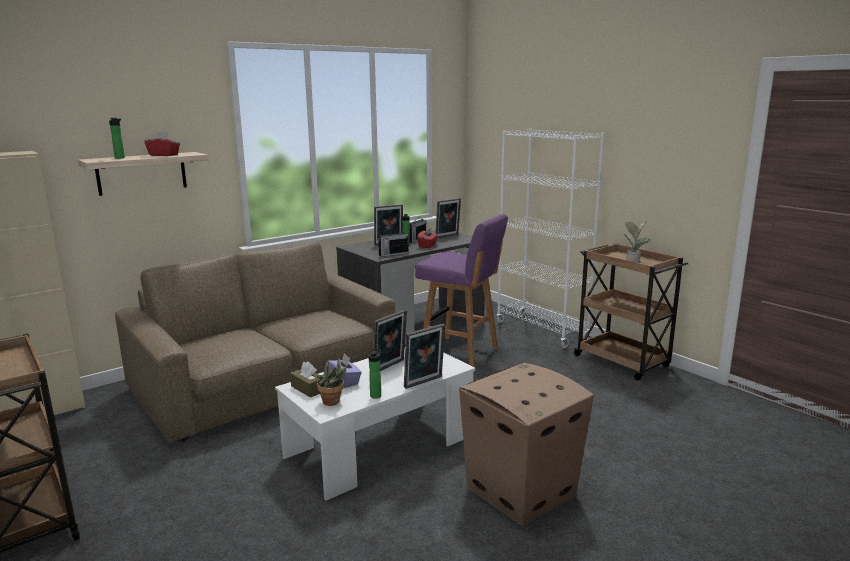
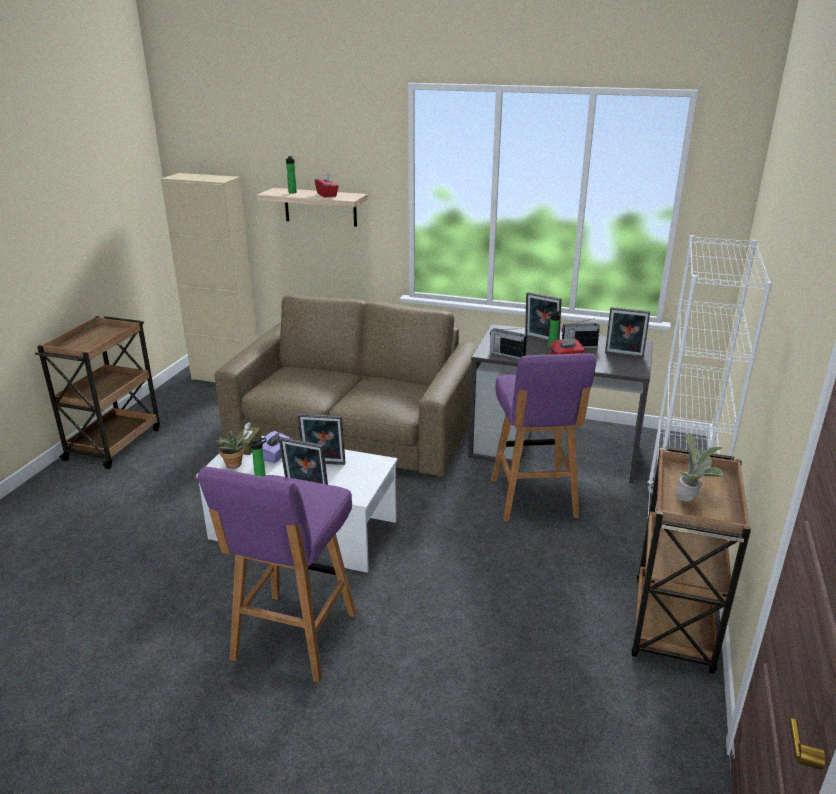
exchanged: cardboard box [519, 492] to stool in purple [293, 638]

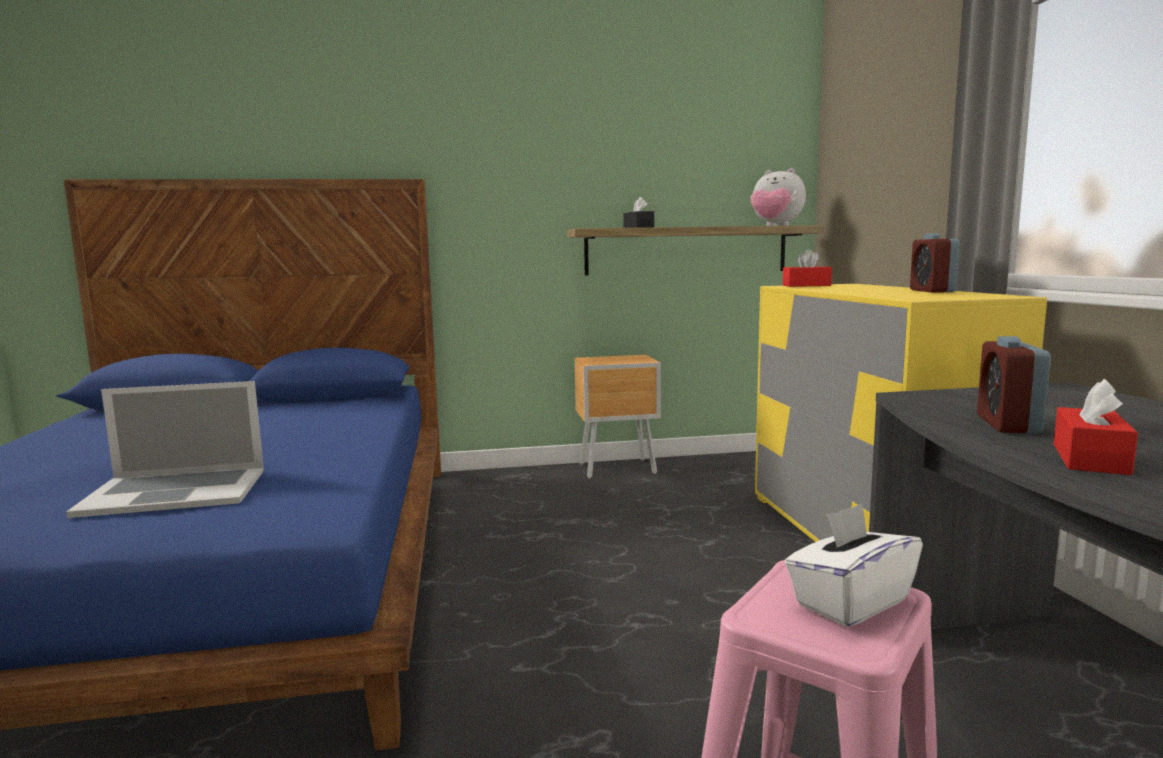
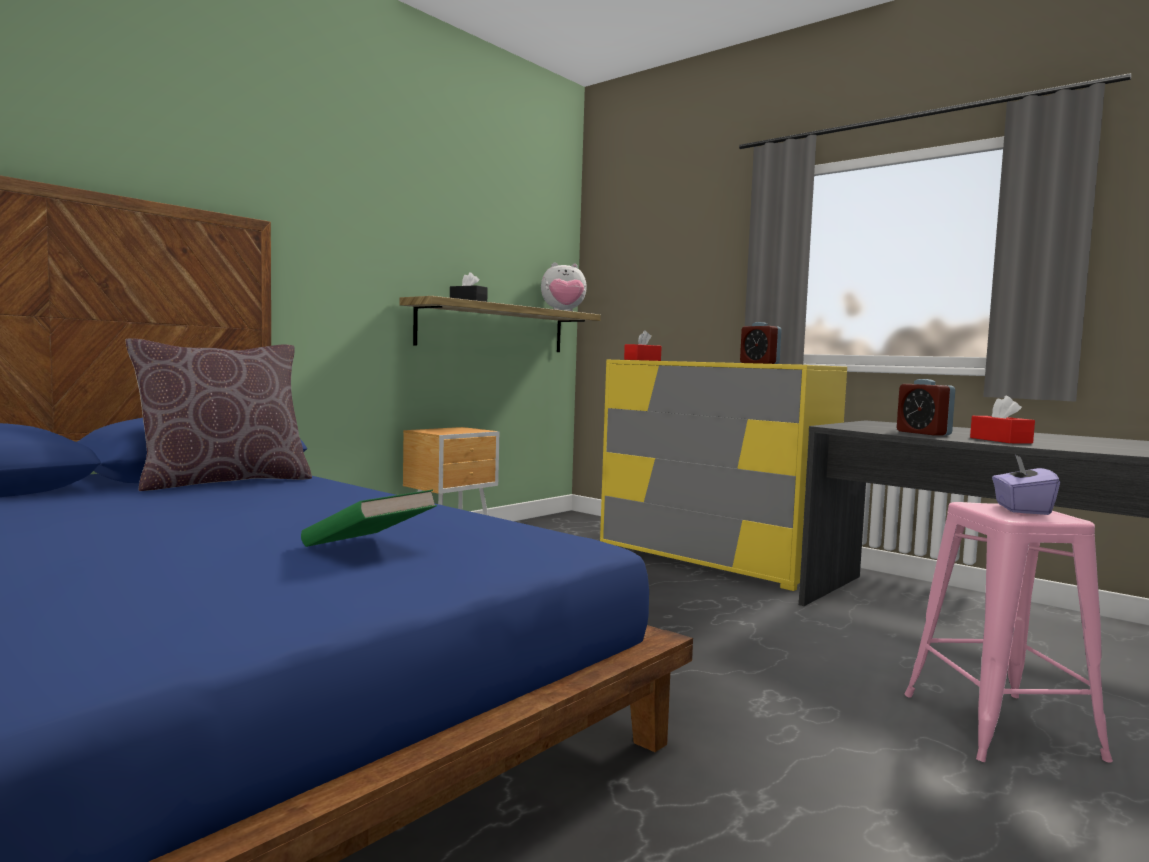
appeared: pillow in brown [224, 481]
exchanged: laptop [175, 491] to book in green [367, 548]
colour: tissue box in white [850, 602] to tissue box in purple [1021, 509]

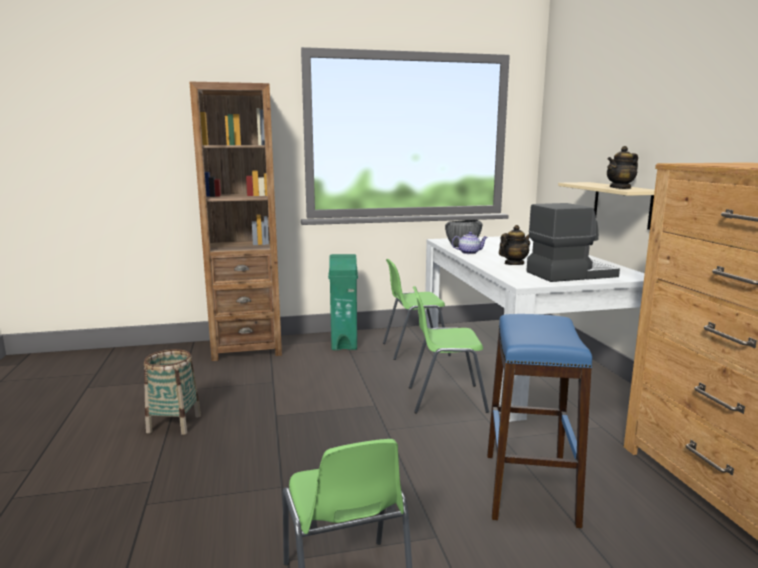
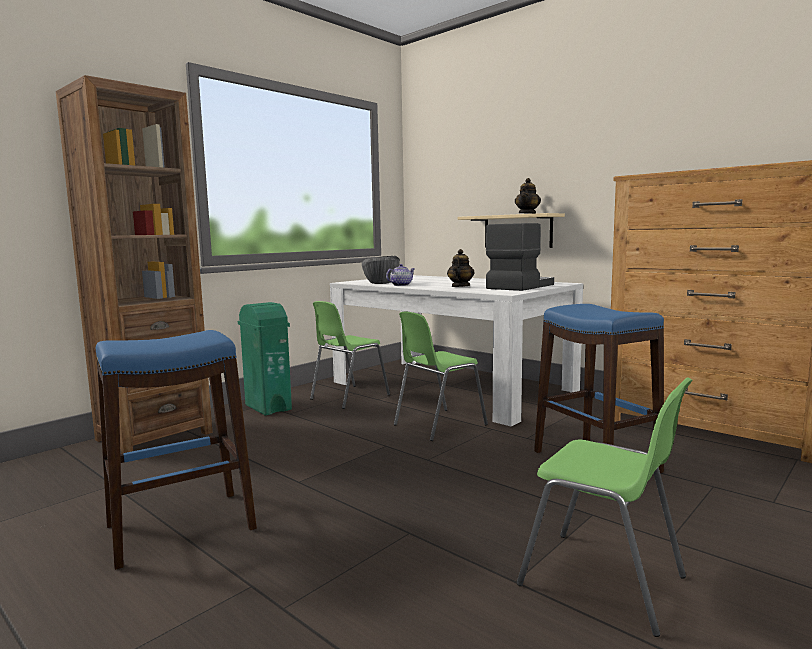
exchanged: basket [174, 423] to stool in blue [181, 527]

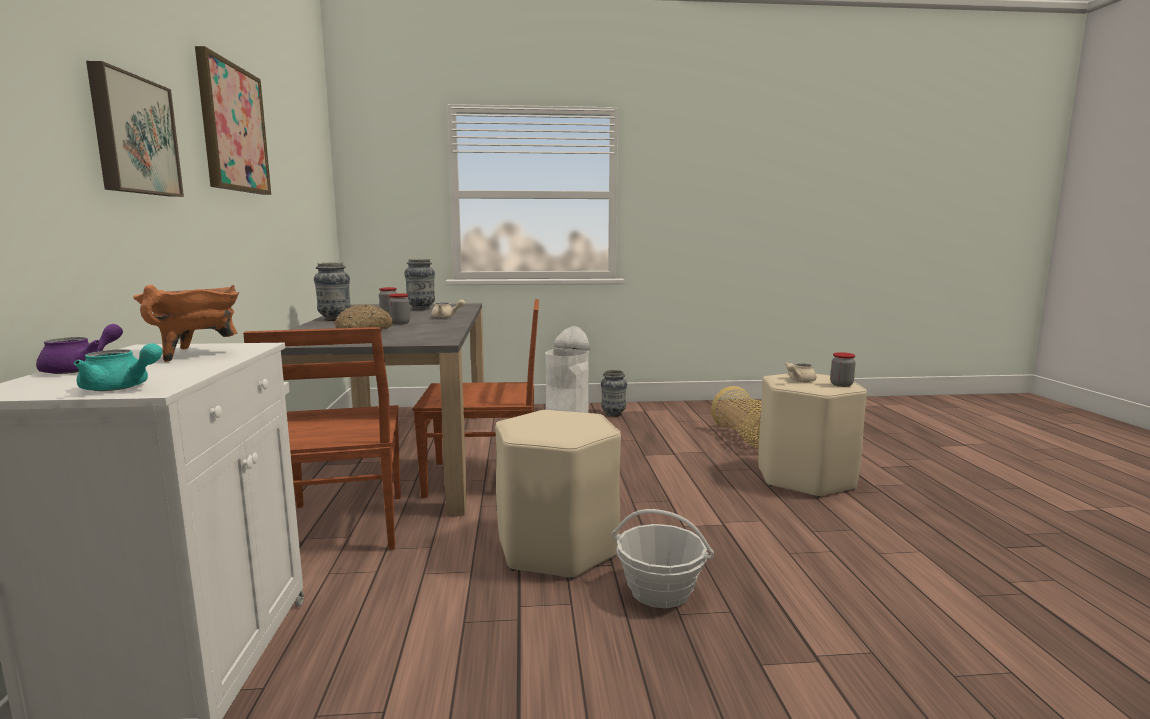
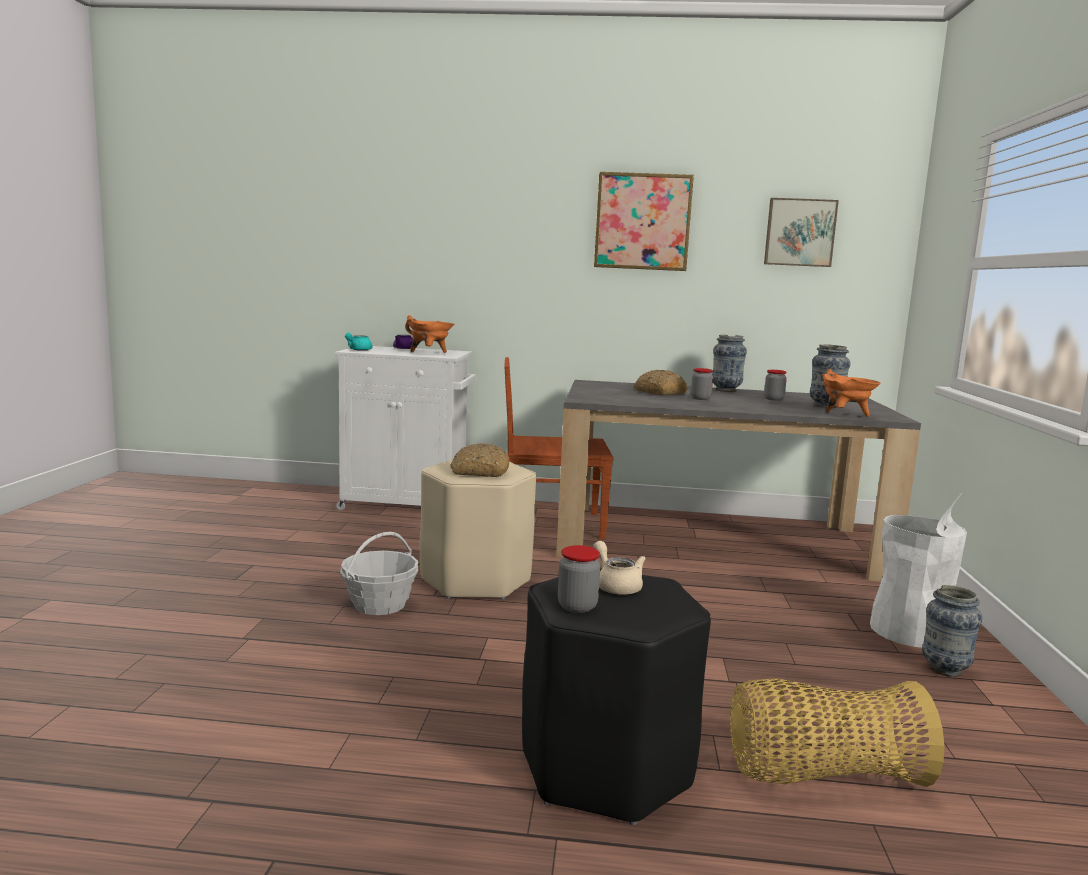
missing: chair in brown [485, 478]; teapot in beige [446, 317]
appeared: cooking pot in orange [845, 415]; bread [480, 472]
relocated: picture [132, 135] to [799, 232]
colour: stool in beige [805, 479] to stool in black [604, 768]

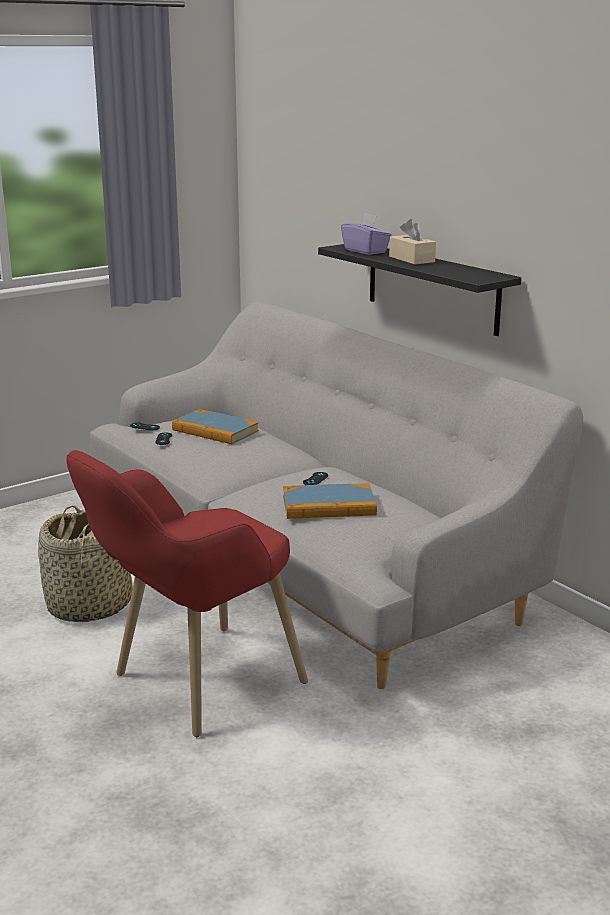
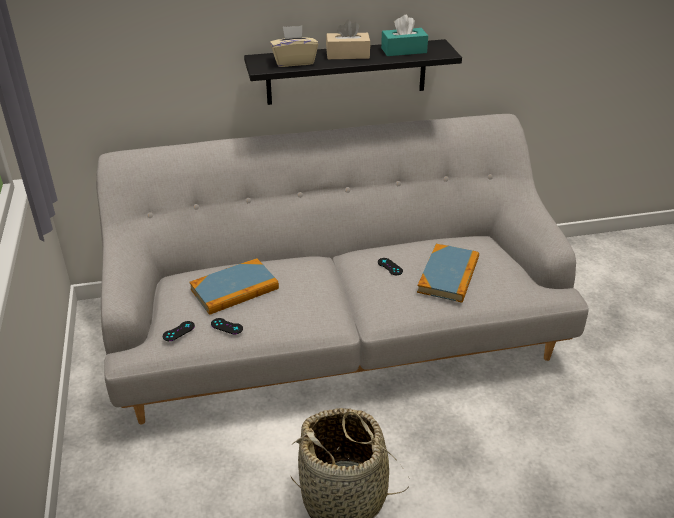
missing: armchair in red [190, 688]
appeared: tissue box in turquoise [404, 50]
colour: tissue box in purple [366, 251] to tissue box in beige [294, 62]

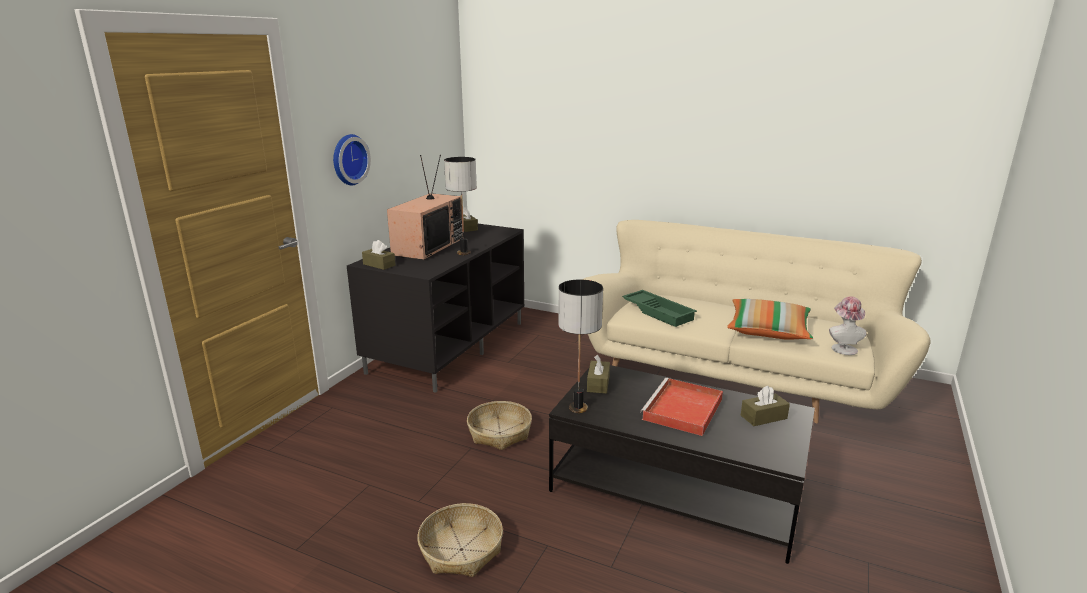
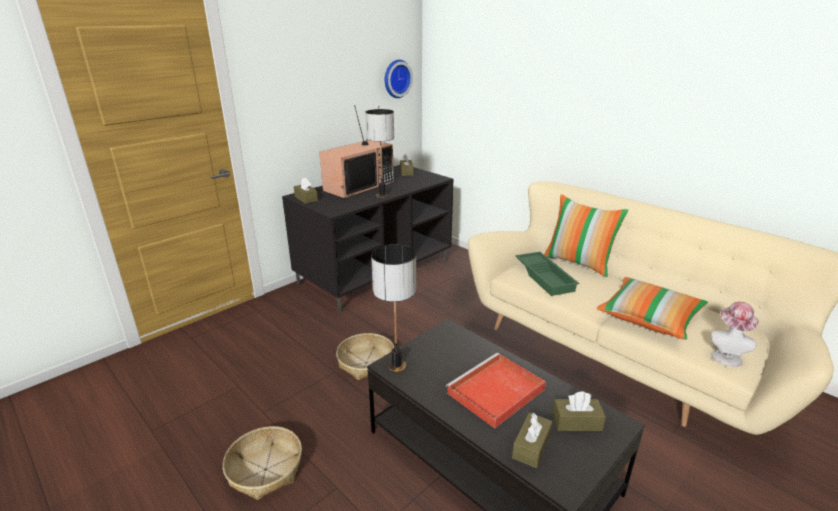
appeared: pillow [578, 263]
relocated: wall clock [348, 159] to [396, 78]; tissue box in brown [598, 383] to [531, 446]

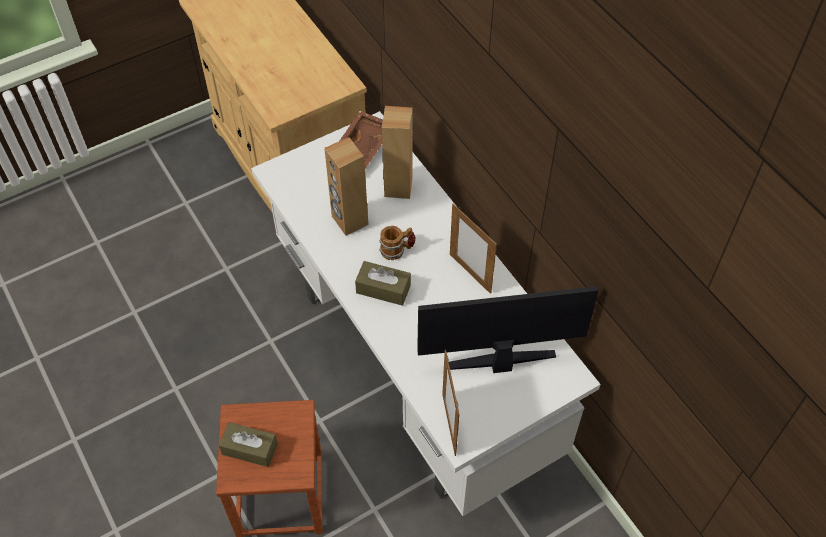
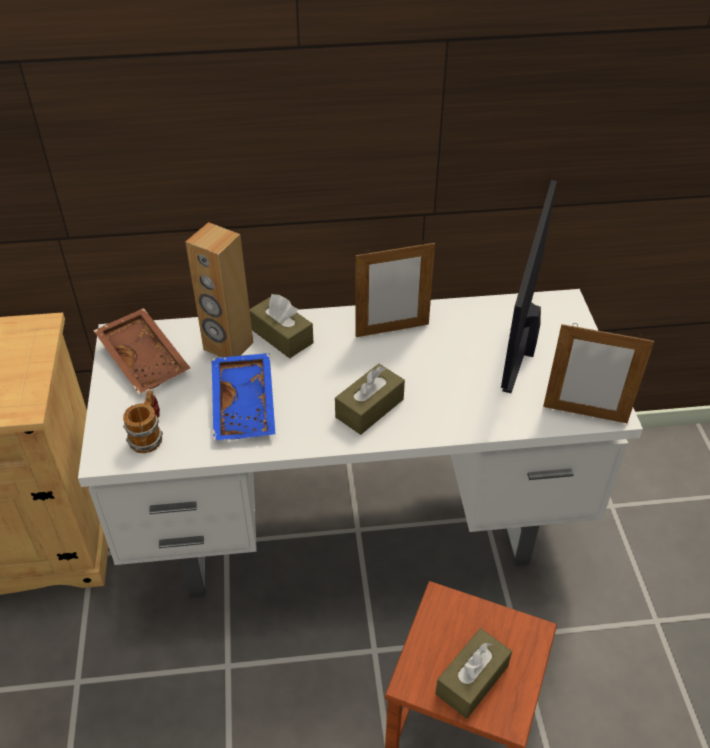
appeared: tissue box in brown [281, 336]
relocated: mug [397, 250] to [149, 435]
exchanged: speaker in brown [349, 220] to tray in blue [246, 405]

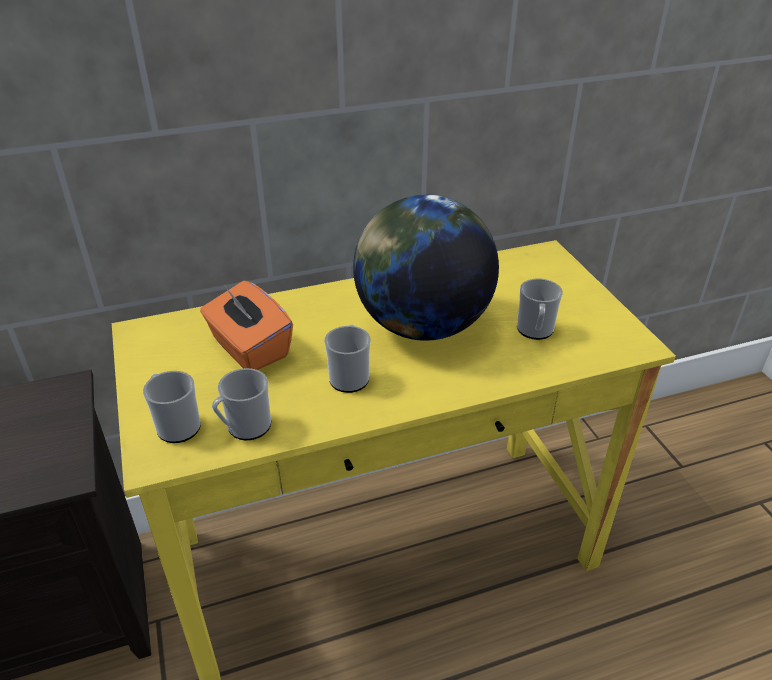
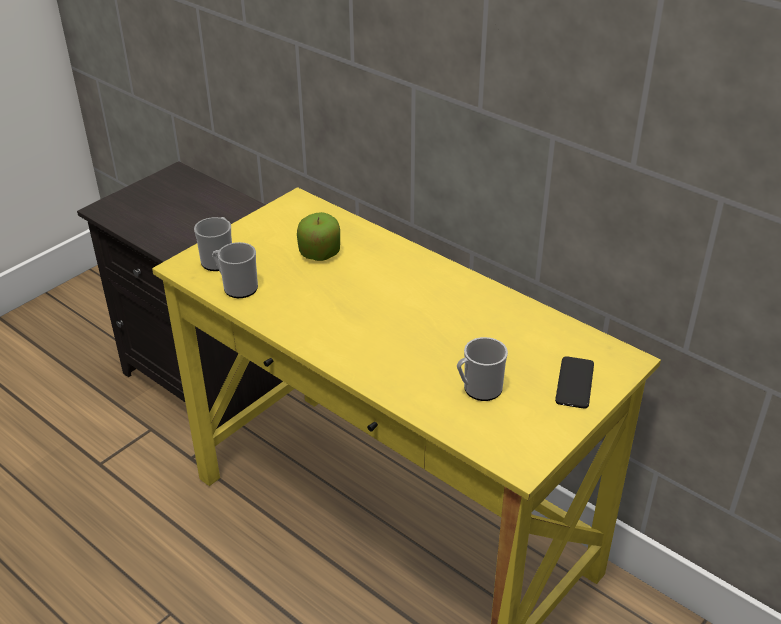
missing: globe [422, 325]; mug [349, 376]
appeared: phone [574, 383]
exchanged: tissue box in orange [249, 348] to apple [320, 253]

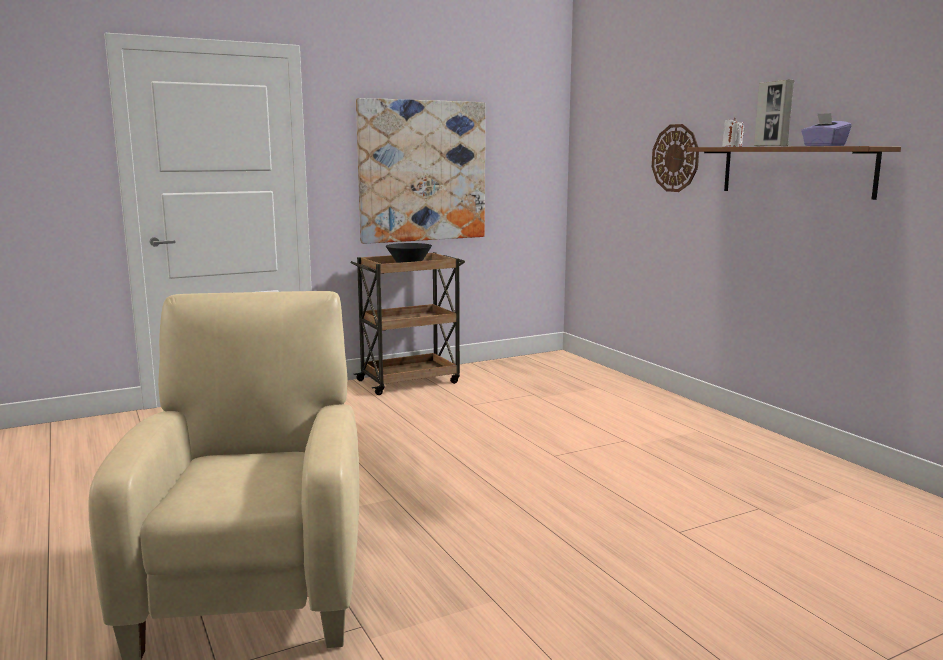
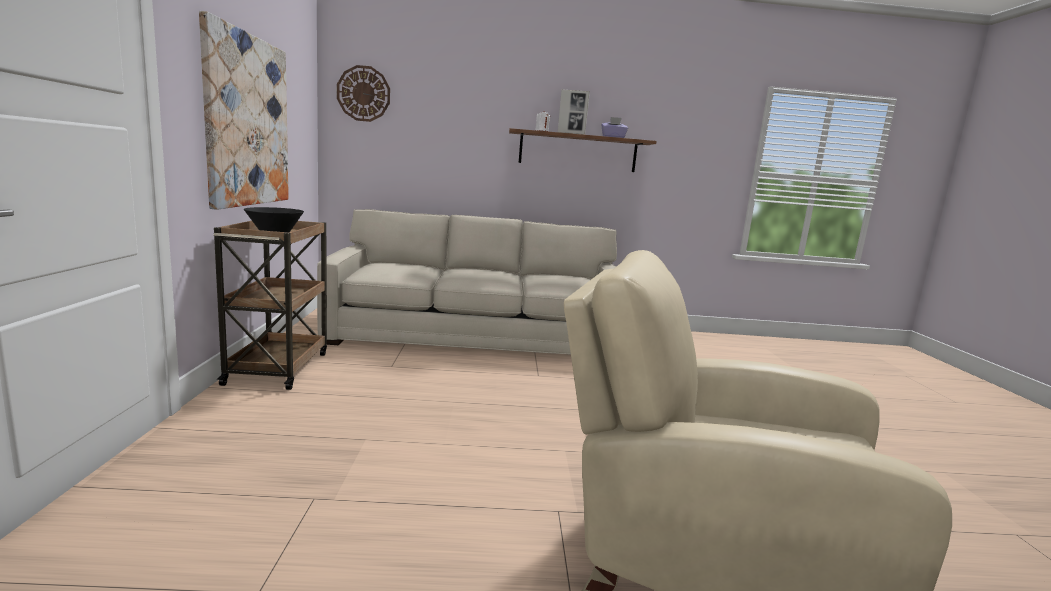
appeared: sofa in beige [478, 334]
relocated: wall clock [675, 158] to [363, 93]

